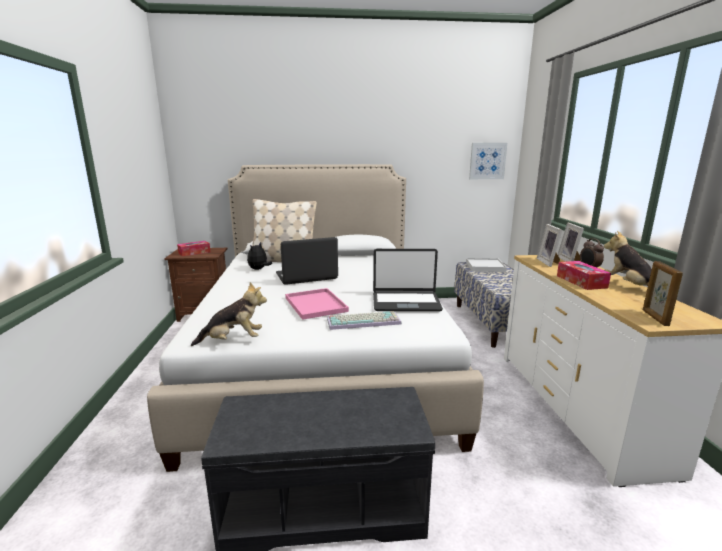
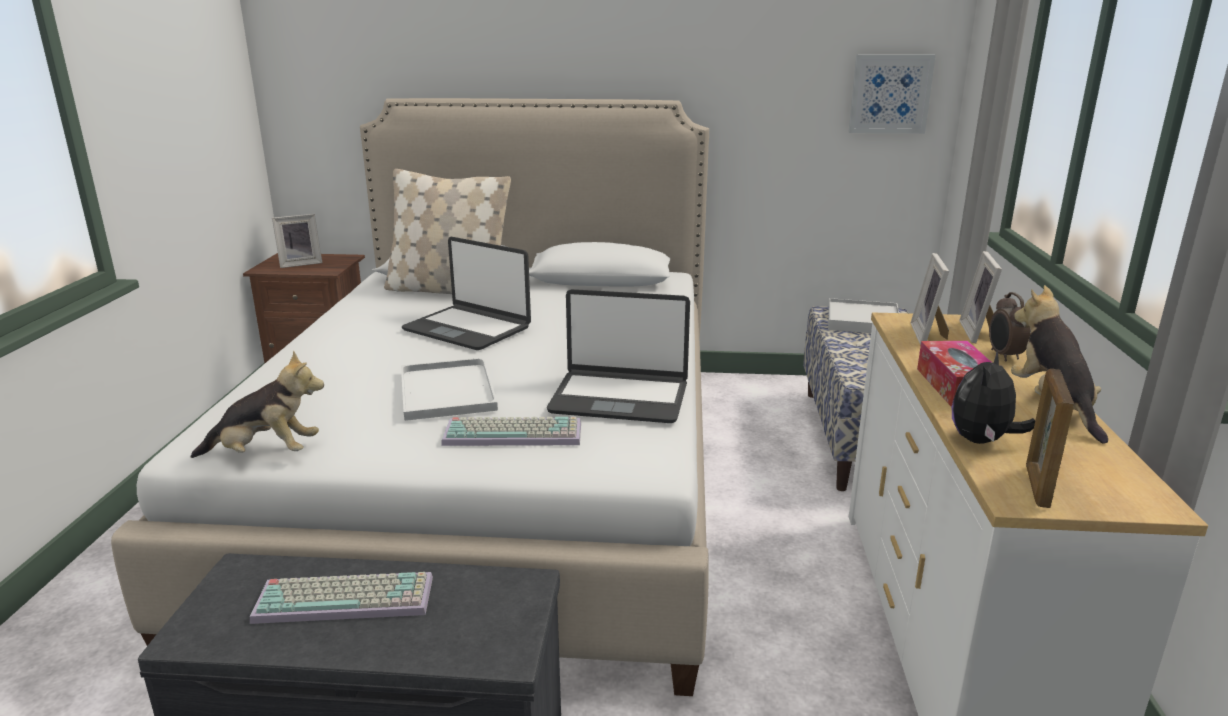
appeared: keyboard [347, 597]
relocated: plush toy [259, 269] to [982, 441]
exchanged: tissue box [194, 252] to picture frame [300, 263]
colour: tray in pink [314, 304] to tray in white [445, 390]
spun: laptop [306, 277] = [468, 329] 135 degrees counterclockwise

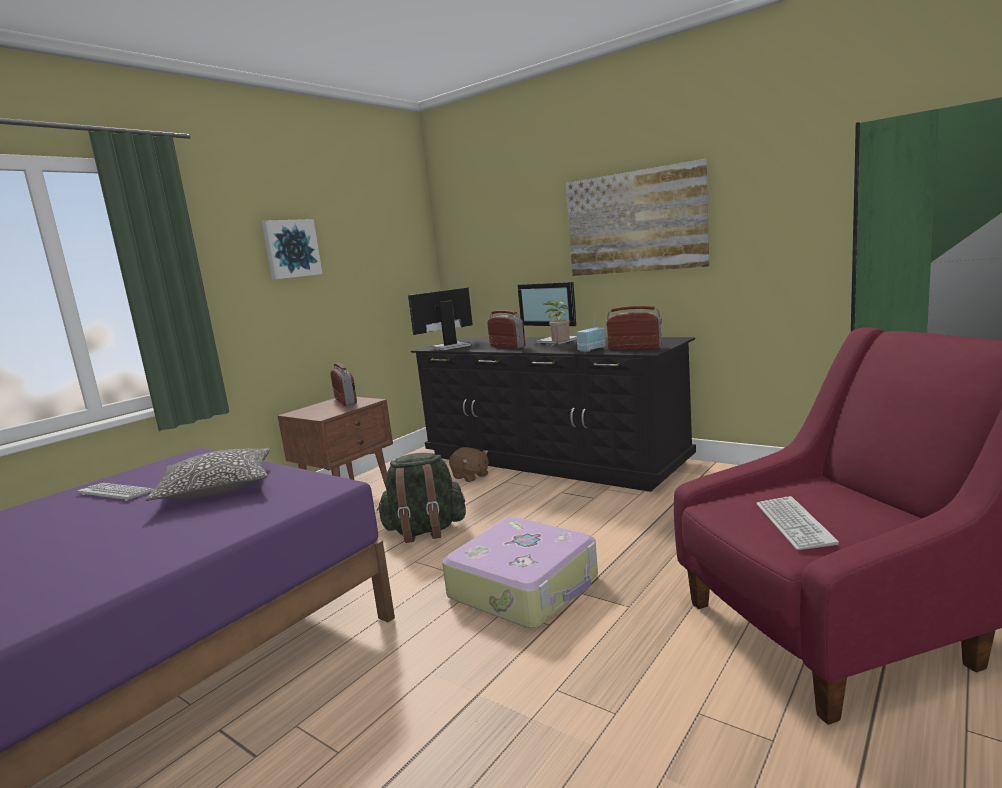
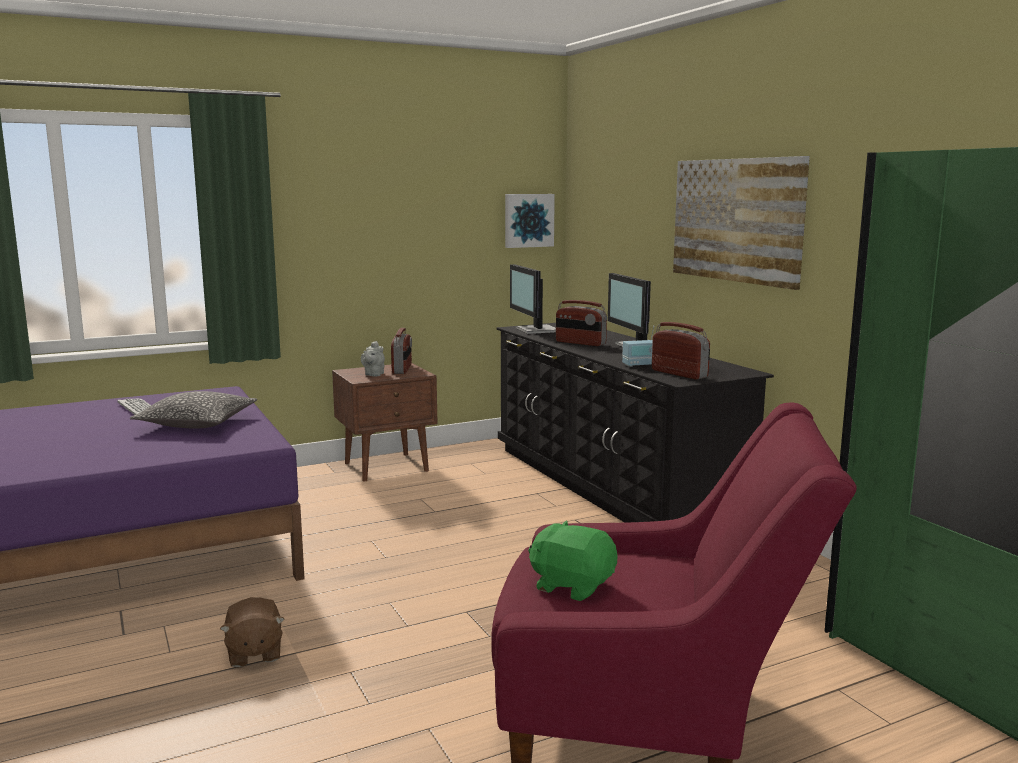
missing: potted plant [559, 347]; backpack in green [425, 531]; suitcase [525, 587]
appeared: teapot in grey [373, 374]
relocated: picture [291, 249] to [528, 220]; plush toy in brown [470, 476] to [254, 653]
exchanged: keyboard [794, 524] to plush toy in green [572, 585]
spun: monitor [449, 346] = [536, 330] 105 degrees counterclockwise; radio [507, 347] = [580, 343] 135 degrees clockwise

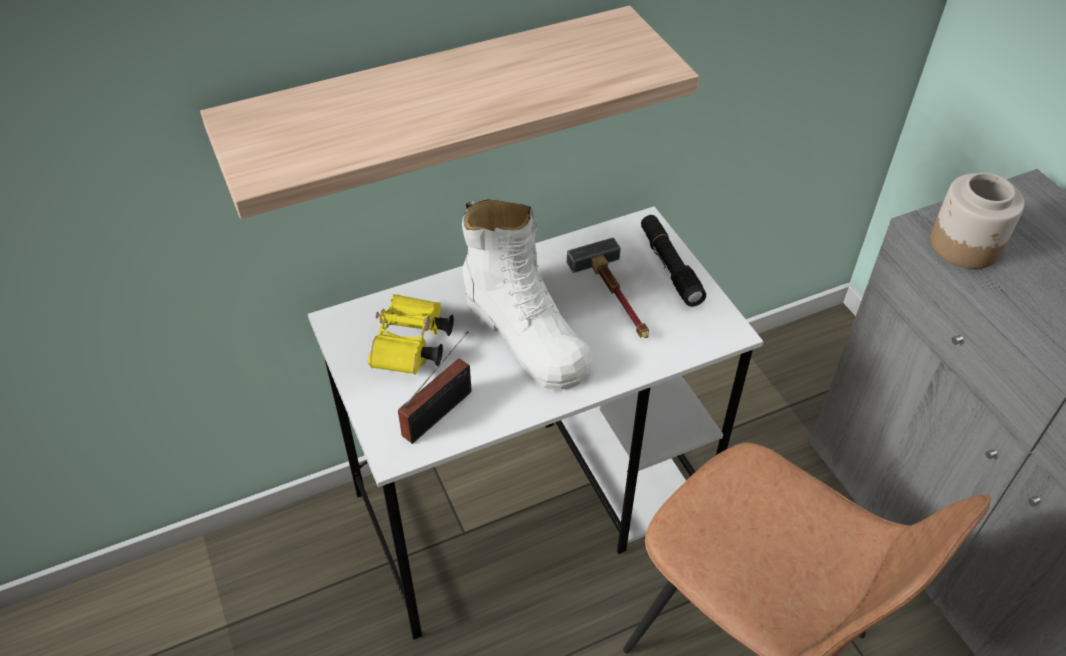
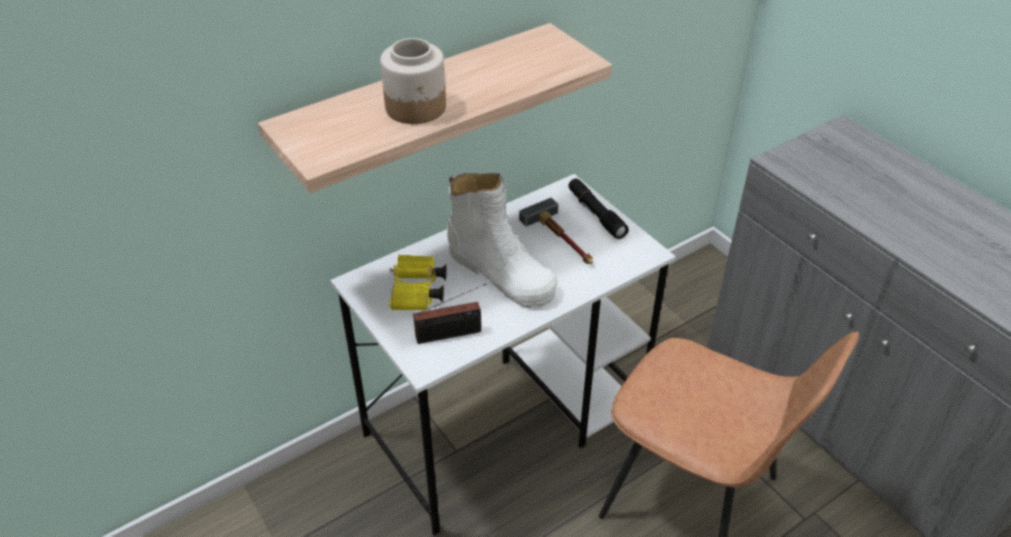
relocated: jar [965, 246] to [416, 107]
spun: radio [441, 411] = [452, 334] 45 degrees clockwise

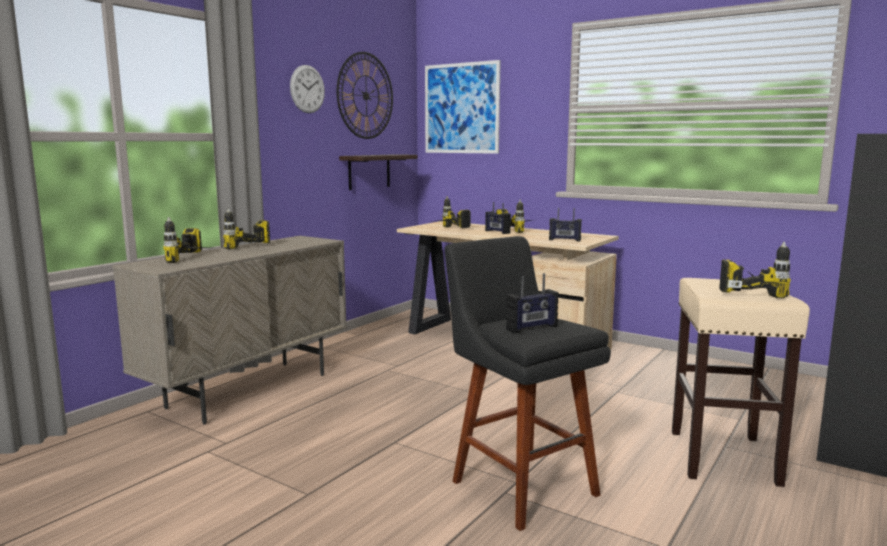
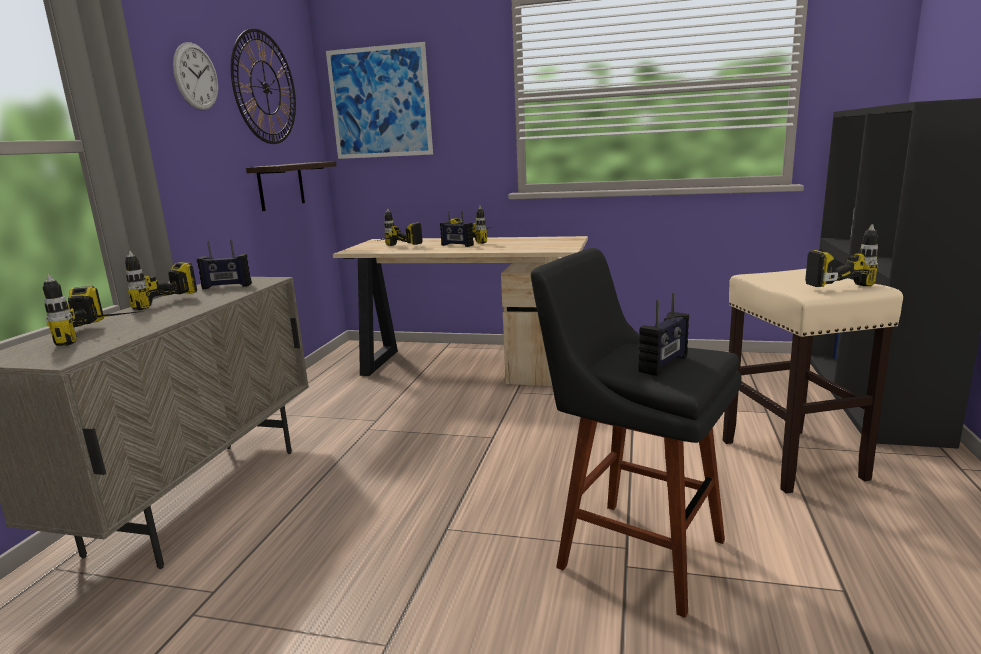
relocated: radio [564, 240] to [227, 286]

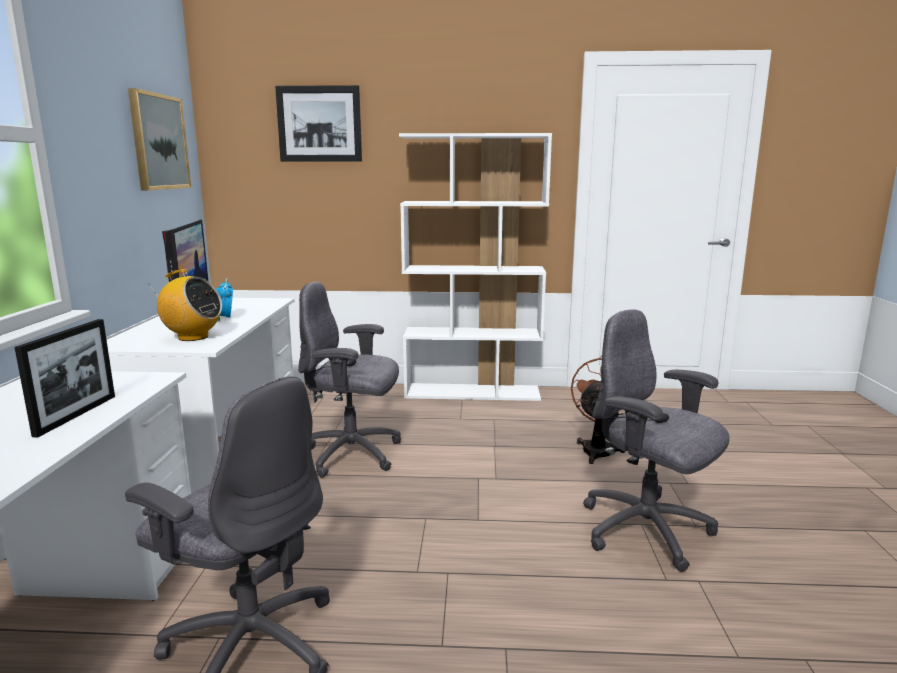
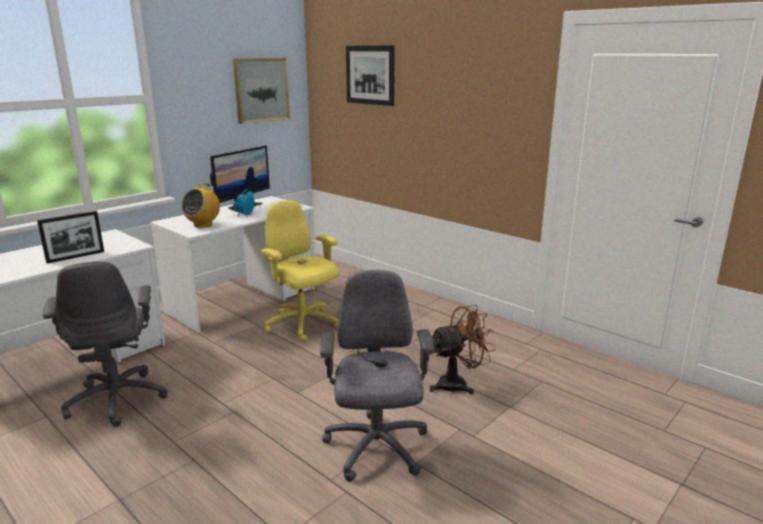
missing: bookcase in white [473, 392]
colour: office chair in grey [352, 454] to office chair in yellow [302, 325]
spun: radio [192, 337] = [203, 224] 60 degrees clockwise

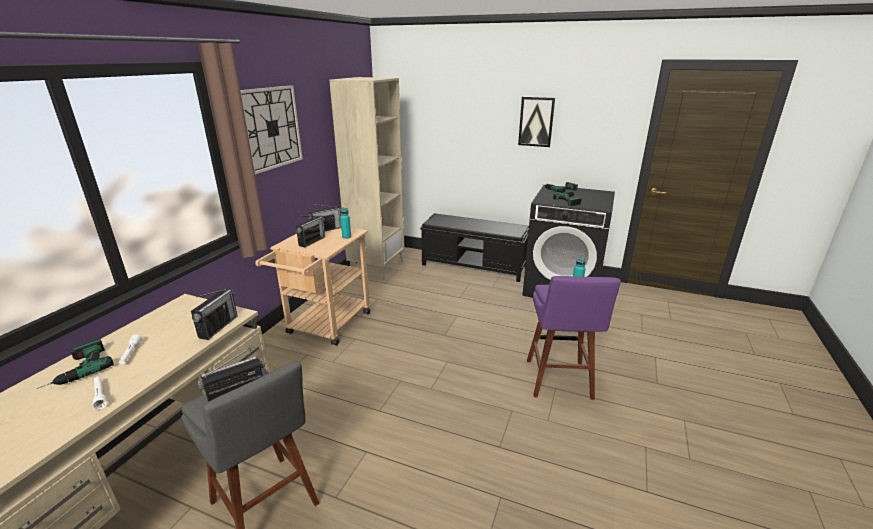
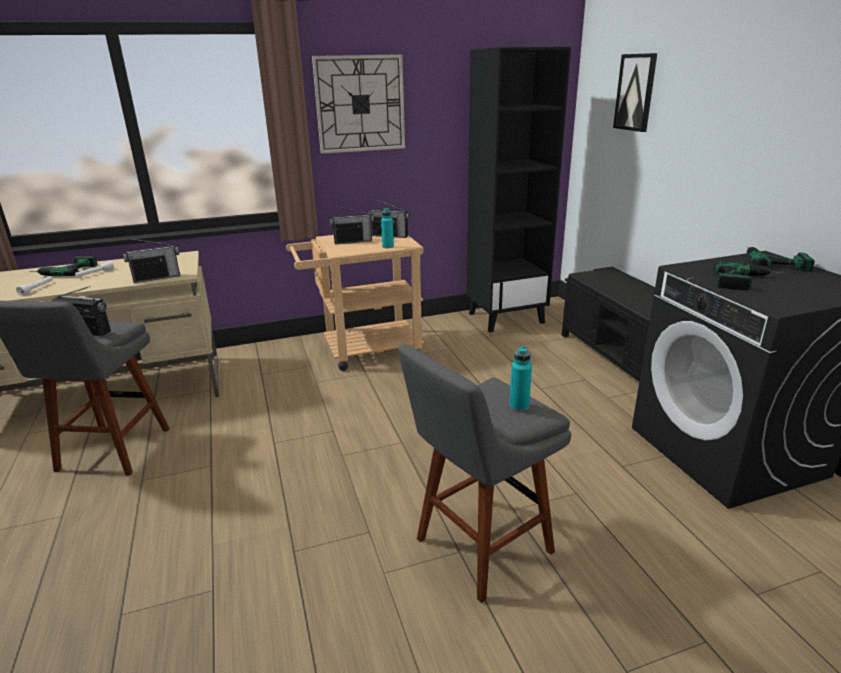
relocated: picture [536, 121] to [635, 92]
colour: bookcase in beige [376, 267] to bookcase in black [506, 318]; stool in purple [559, 381] to stool in grey [478, 548]

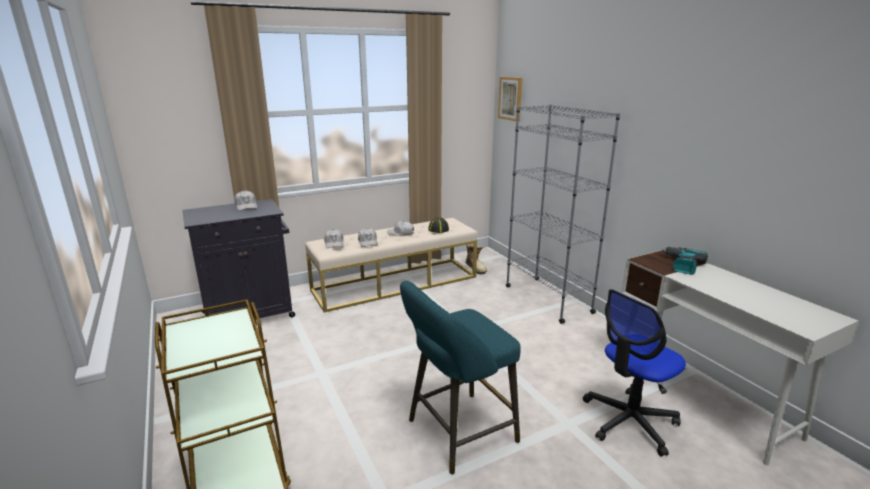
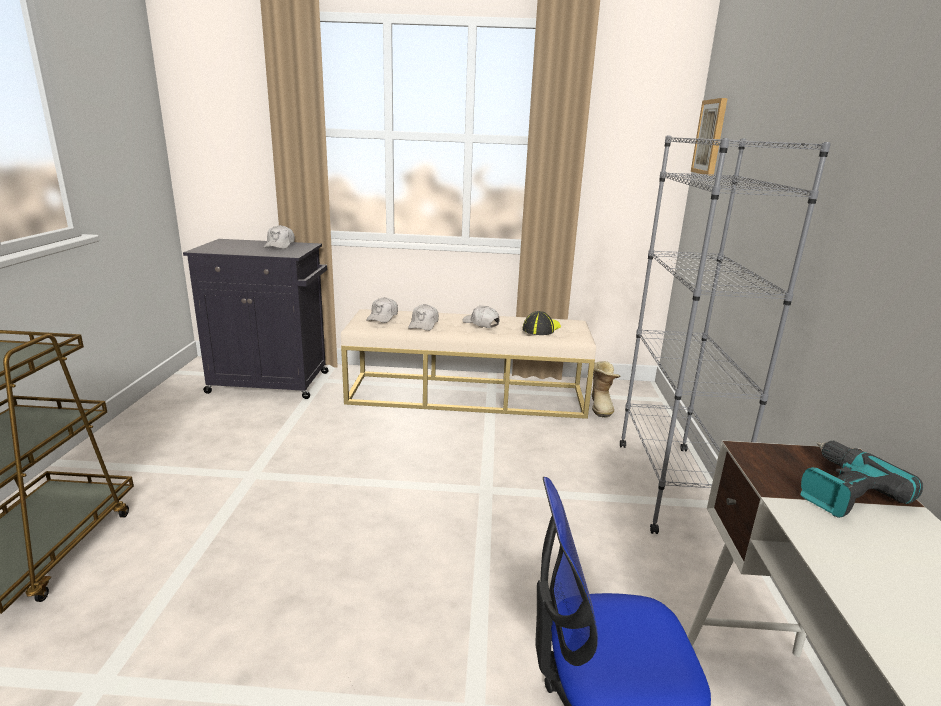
missing: stool in turquoise [457, 433]

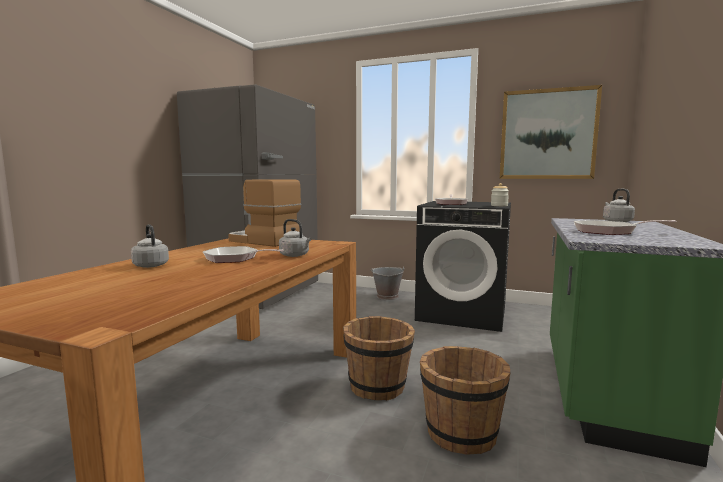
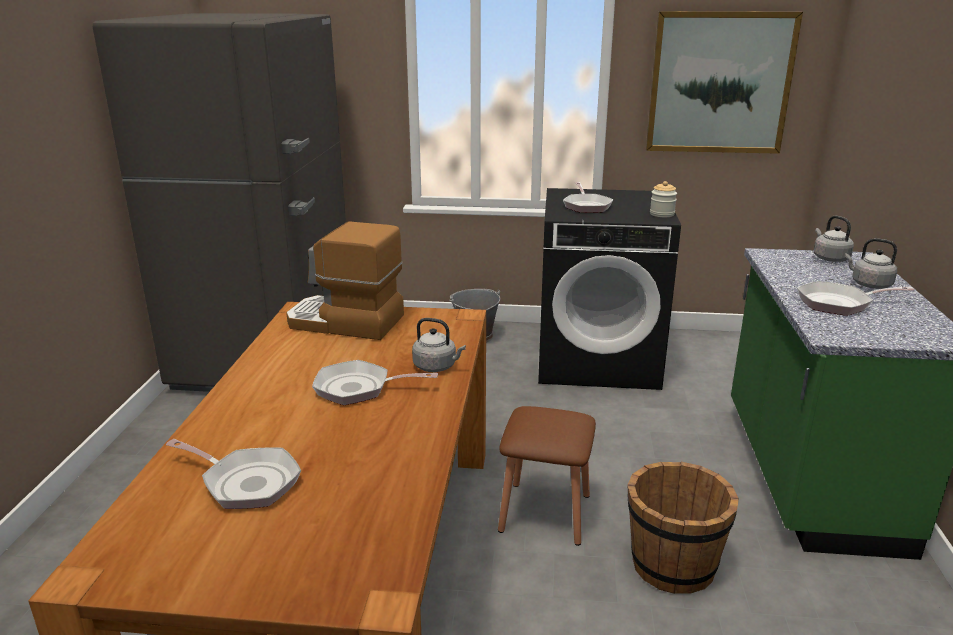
appeared: frying pan [246, 482]
relocated: kettle in grey [150, 265] to [868, 284]
exchanged: bucket in brown [378, 387] to stool in brown [545, 512]

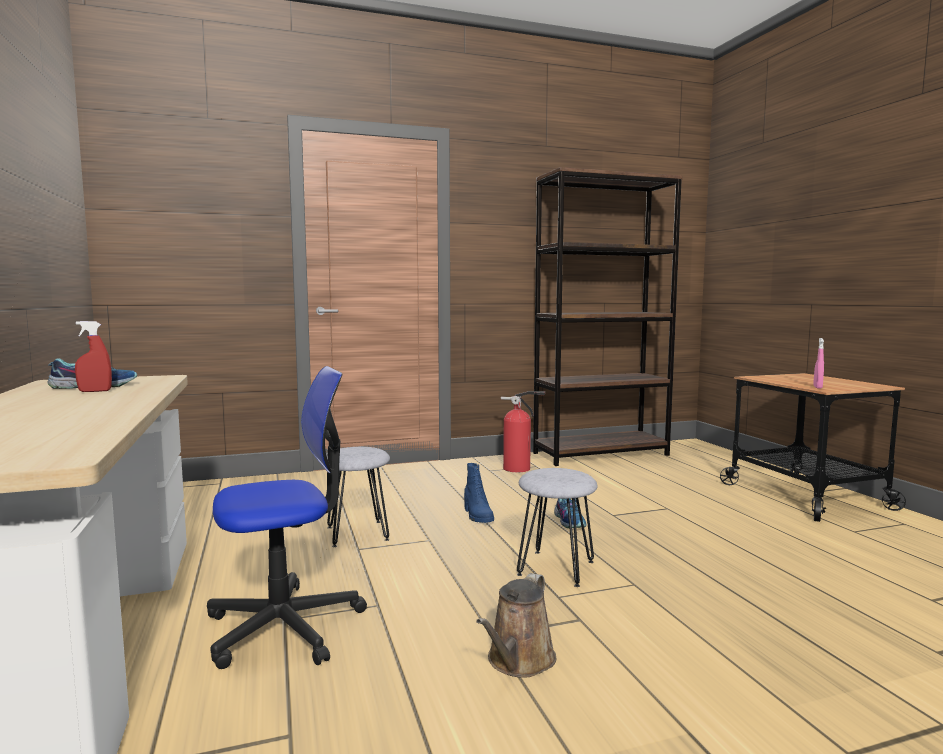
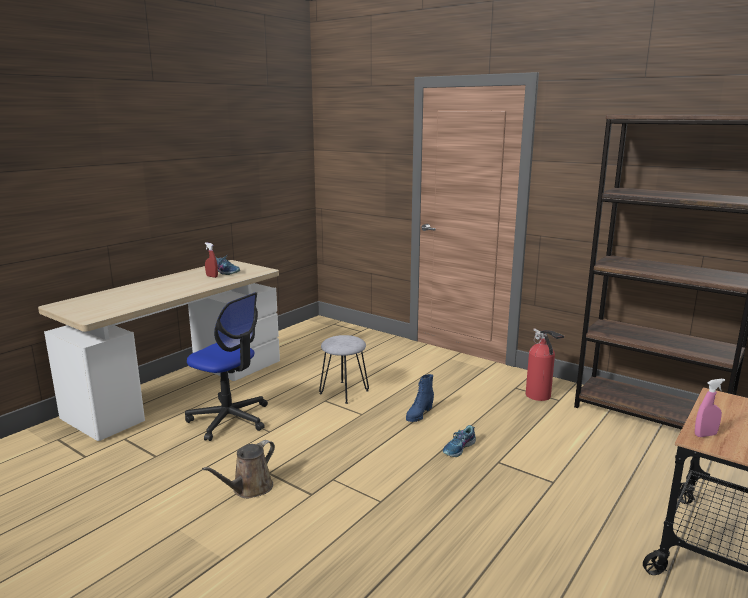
missing: stool in grey [556, 568]
spun: watering can in brown [518, 661] = [249, 489] 45 degrees counterclockwise

